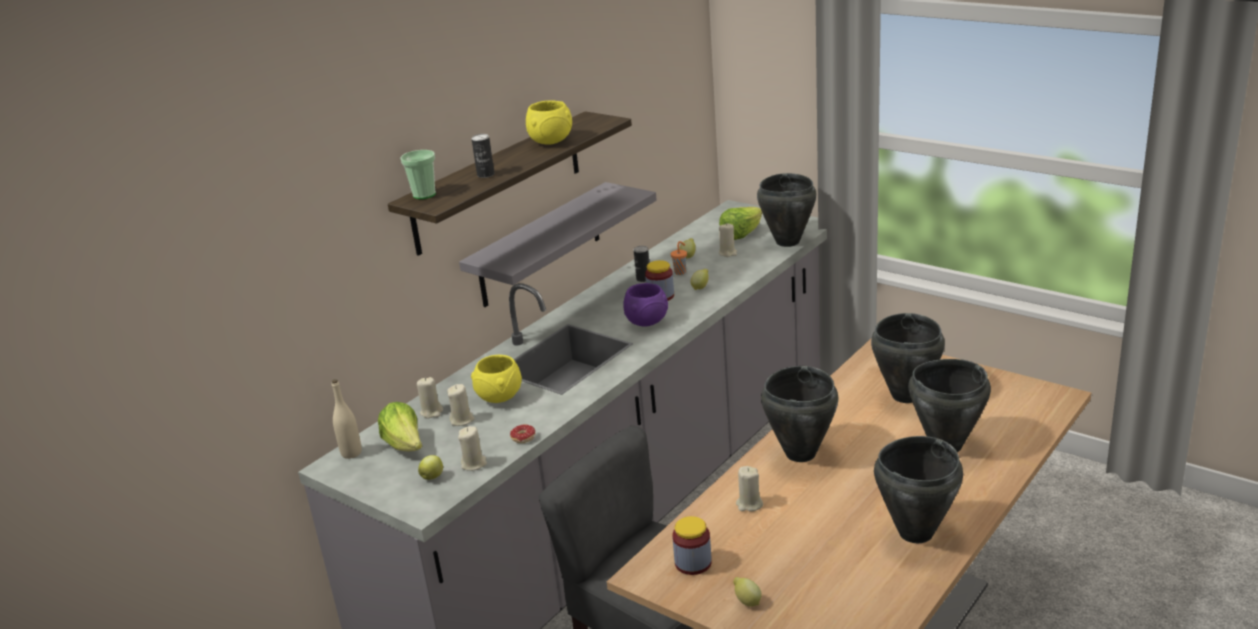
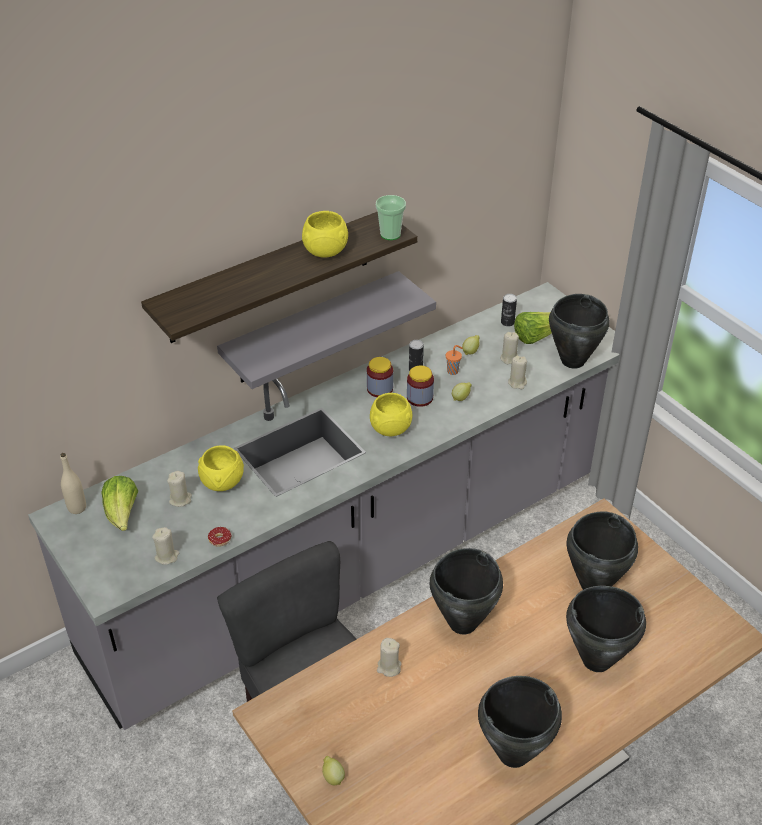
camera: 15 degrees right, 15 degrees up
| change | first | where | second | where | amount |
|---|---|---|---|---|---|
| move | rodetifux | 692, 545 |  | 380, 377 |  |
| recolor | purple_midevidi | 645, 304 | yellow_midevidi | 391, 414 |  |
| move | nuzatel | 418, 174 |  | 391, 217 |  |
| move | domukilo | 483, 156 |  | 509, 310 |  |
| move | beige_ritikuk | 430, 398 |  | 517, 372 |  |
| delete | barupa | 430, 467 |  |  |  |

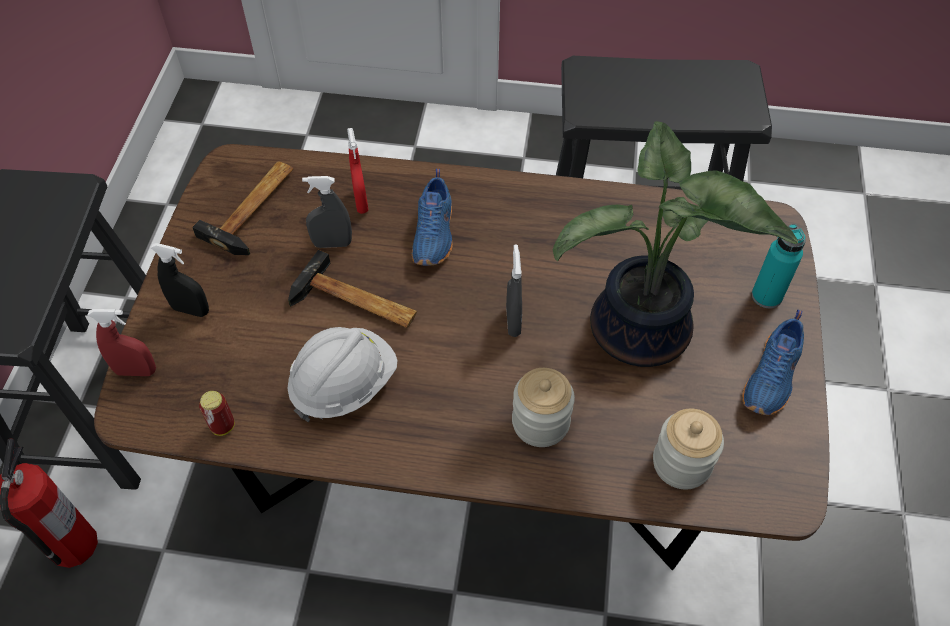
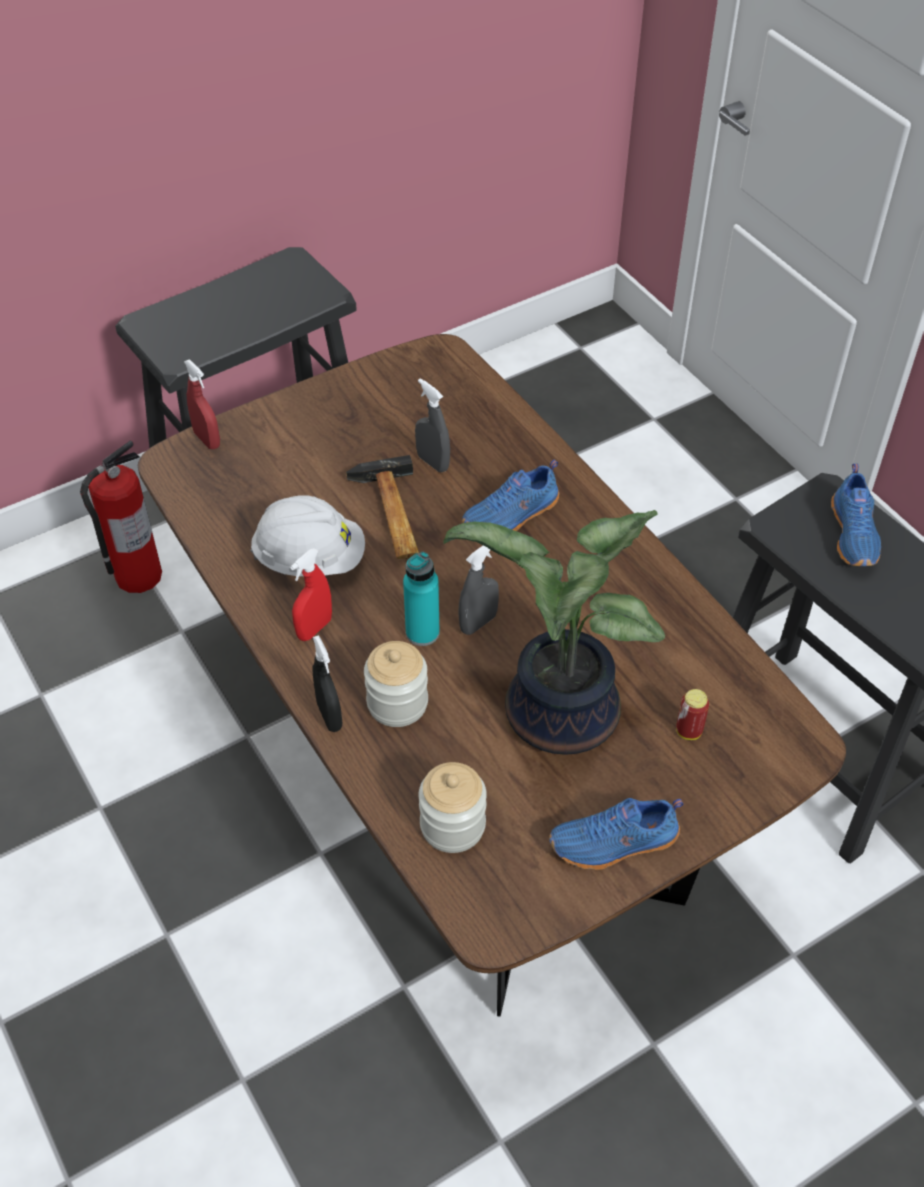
camera: 50 degrees right, 5 degrees down
| change | first | where | second | where | amount |
|---|---|---|---|---|---|
| move | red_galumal | 357, 171 |  | 311, 594 |  |
| move | black_galumal | 180, 280 |  | 327, 683 |  |
| move | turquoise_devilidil | 779, 266 |  | 421, 599 |  |
| move | domukilo | 217, 413 |  | 692, 714 |  |
| insert |  |  | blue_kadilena | 856, 515 |  |
| delete | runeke | 242, 208 |  |  |  |

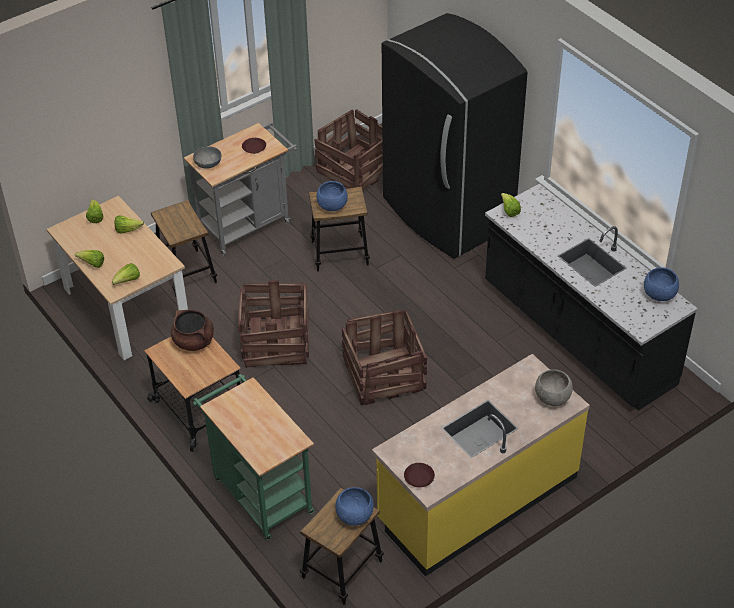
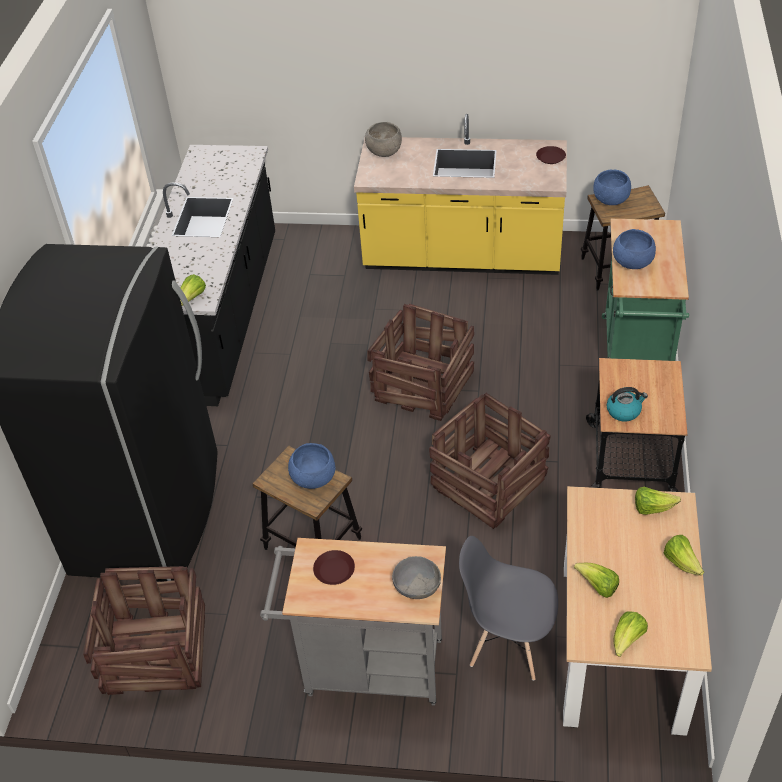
camera: 135 degrees left, 0 degrees up
| change | first | where | second | where | amount |
|---|---|---|---|---|---|
| replace | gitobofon | 184, 248 | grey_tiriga | 508, 608 |  |
| replace | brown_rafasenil | 192, 330 | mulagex | 627, 404 |  |
| move | blue_midevidi | 661, 284 |  | 634, 249 |  |

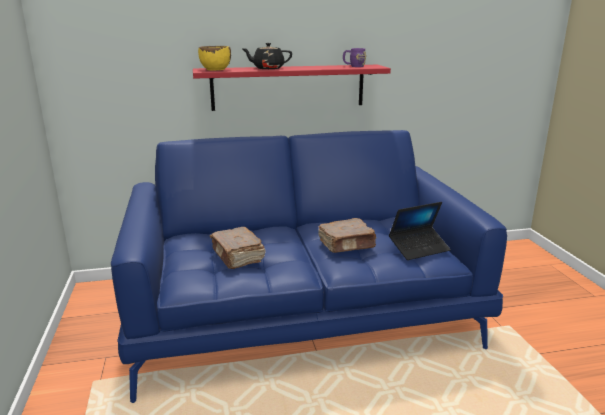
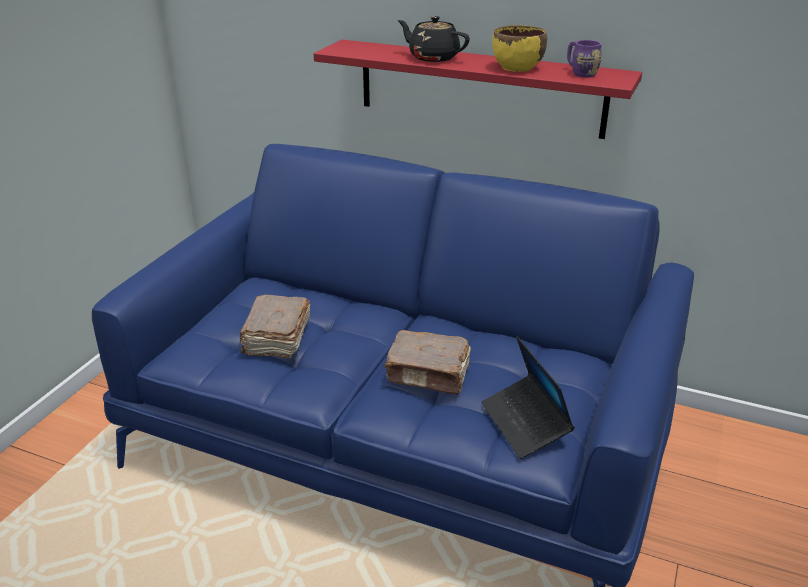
camera: 35 degrees right, 10 degrees up
| change | first | where | second | where | amount |
|---|---|---|---|---|---|
| rotate | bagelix | 420, 231 |  | 528, 397 | 60 degrees clockwise |
| move | yellow_midevidi | 214, 58 |  | 519, 48 |  |

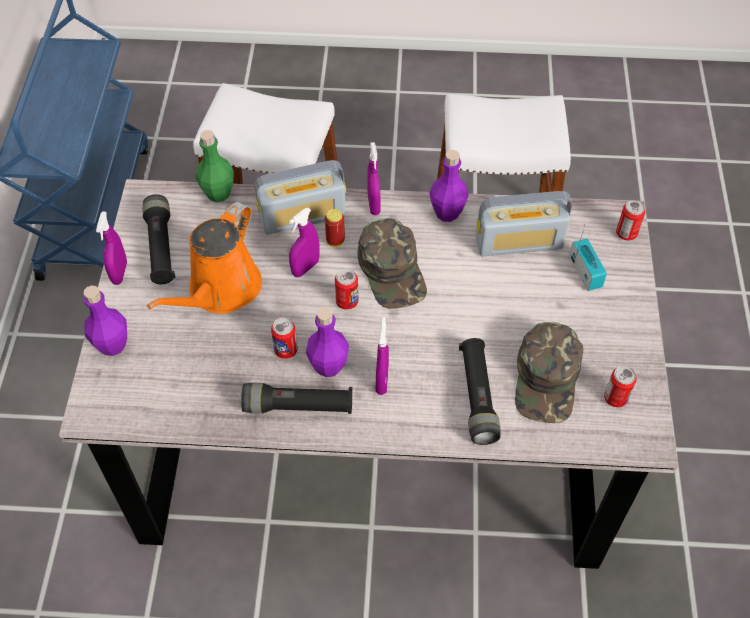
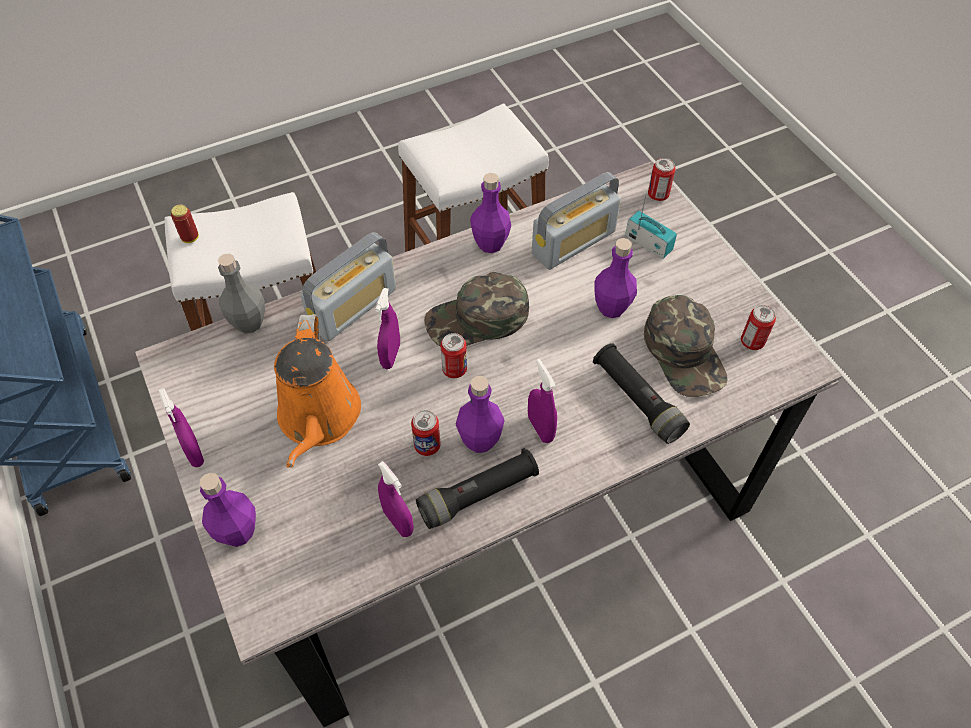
camera: 30 degrees left, 0 degrees up
| change | first | where | second | where | amount |
|---|---|---|---|---|---|
| move | domukilo | 335, 228 |  | 185, 224 |  |
| recolor | green_devilidil | 215, 166 | grey_devilidil | 241, 293 |  |
| move | purple_galumal | 374, 178 |  | 396, 499 |  |
| rotate | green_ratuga | 392, 263 |  | 476, 309 | 120 degrees clockwise |
| insert |  |  | purple_devilidil | 615, 278 |  |
| delete | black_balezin | 159, 239 |  |  |  |

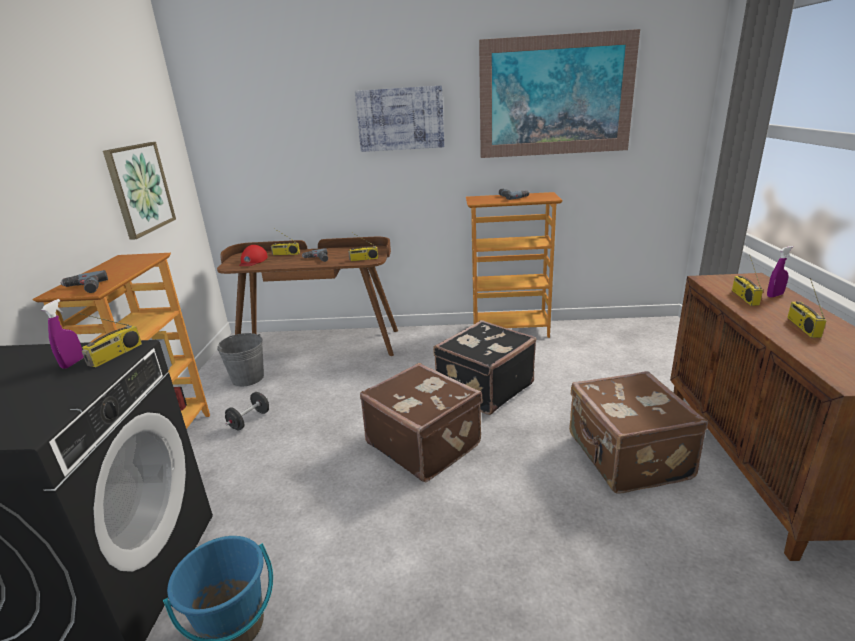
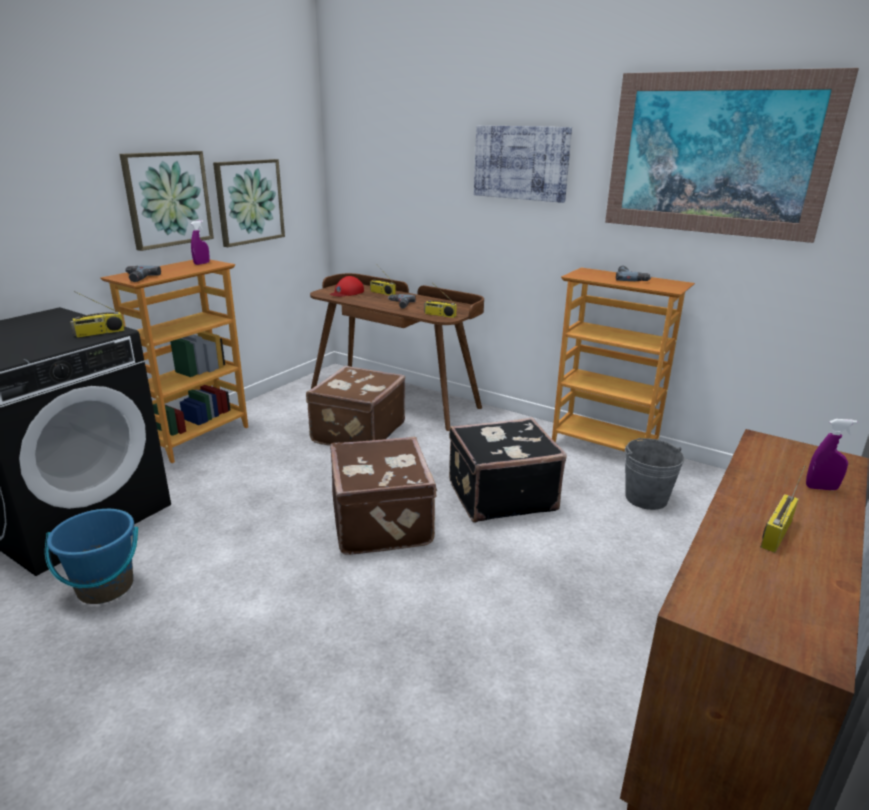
camera: 30 degrees right, 0 degrees up
| change | first | where | second | where | amount |
|---|---|---|---|---|---|
| insert |  |  | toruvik | 166, 201 |  |
| move | purple_galumal | 63, 334 |  | 200, 243 |  |
| move | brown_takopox | 638, 432 |  | 355, 406 |  |
| move | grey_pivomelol | 240, 359 |  | 655, 474 |  |
| delete | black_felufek | 247, 411 |  |  |  |
| delete | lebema | 747, 280 |  |  |  |

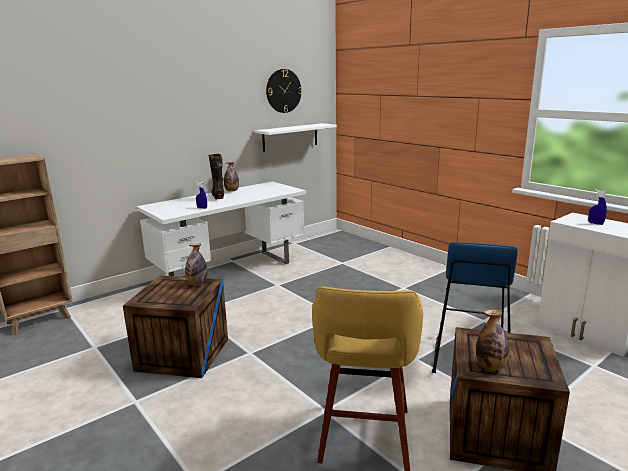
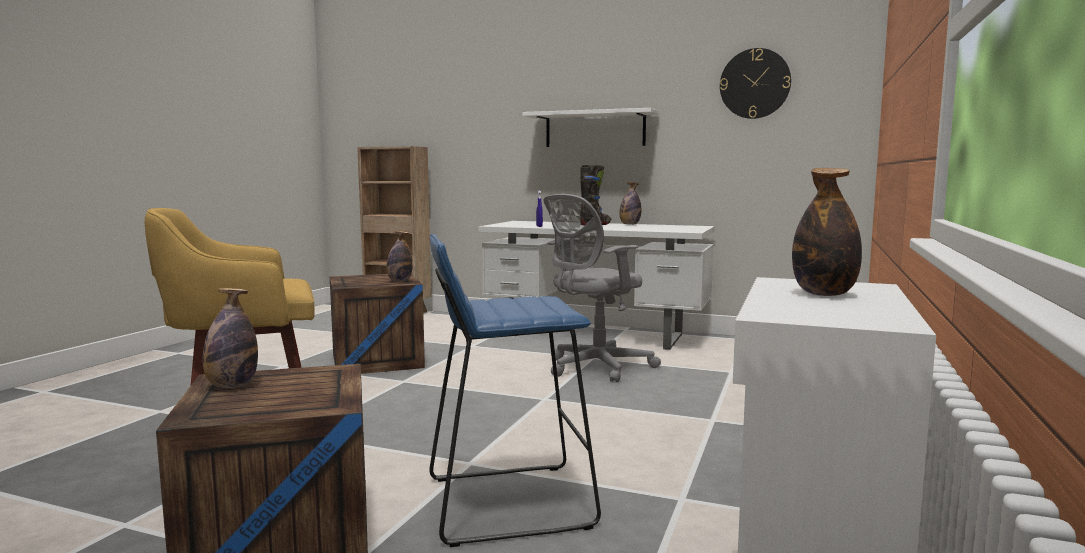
camera: 60 degrees right, 10 degrees down
| change | first | where | second | where | amount |
|---|---|---|---|---|---|
| move | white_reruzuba | 296, 137 |  | 591, 127 |  |
| insert |  |  | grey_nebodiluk | 602, 288 |  |
| replace | blue_galumal | 597, 207 | devilidil | 827, 232 |  |

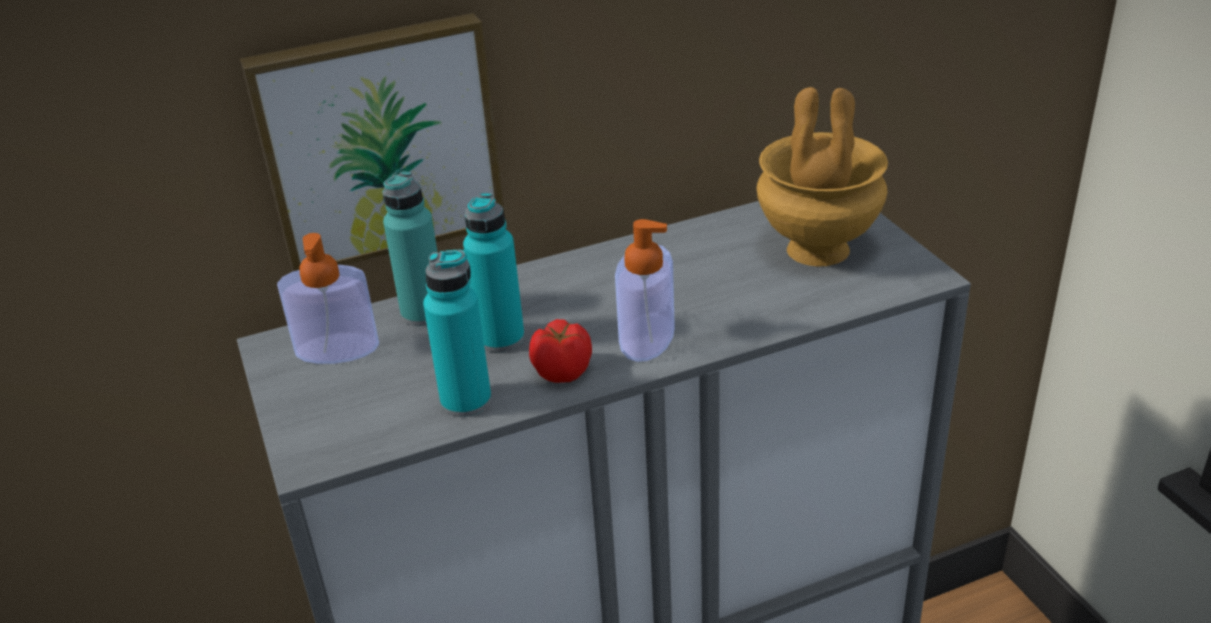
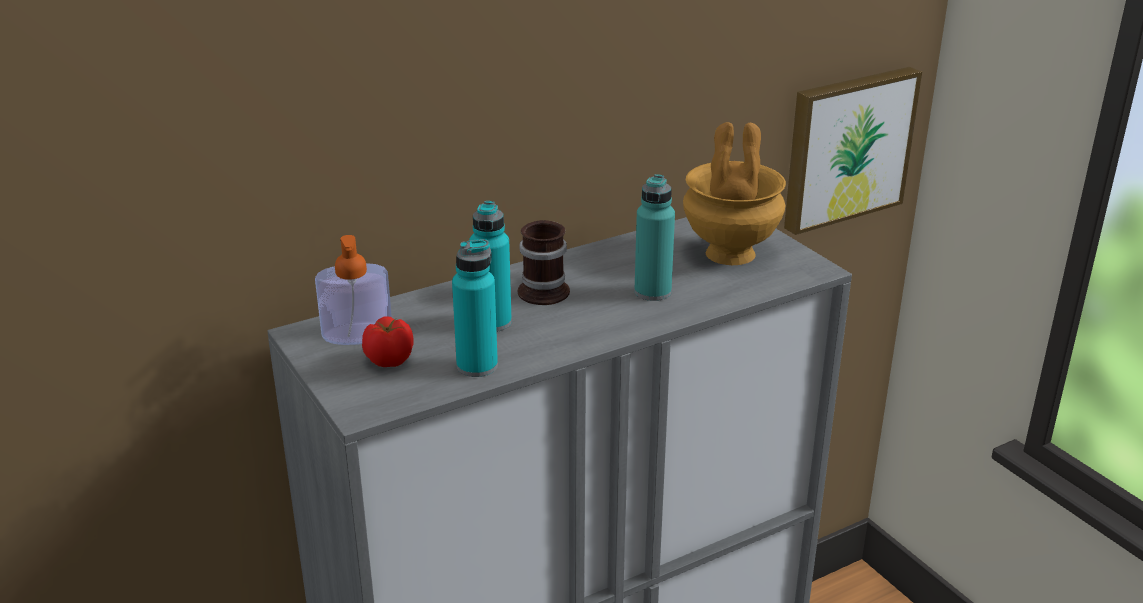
camera: 10 degrees left, 5 degrees down
| change | first | where | second | where | amount |
|---|---|---|---|---|---|
| move | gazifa | 560, 351 |  | 388, 341 |  |
| insert |  |  | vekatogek | 544, 262 |  |
| move | turquoise_devilidil | 410, 248 |  | 654, 237 |  |
| move | toruvik | 372, 142 |  | 853, 151 |  |
| delete | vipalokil | 645, 290 |  |  |  |

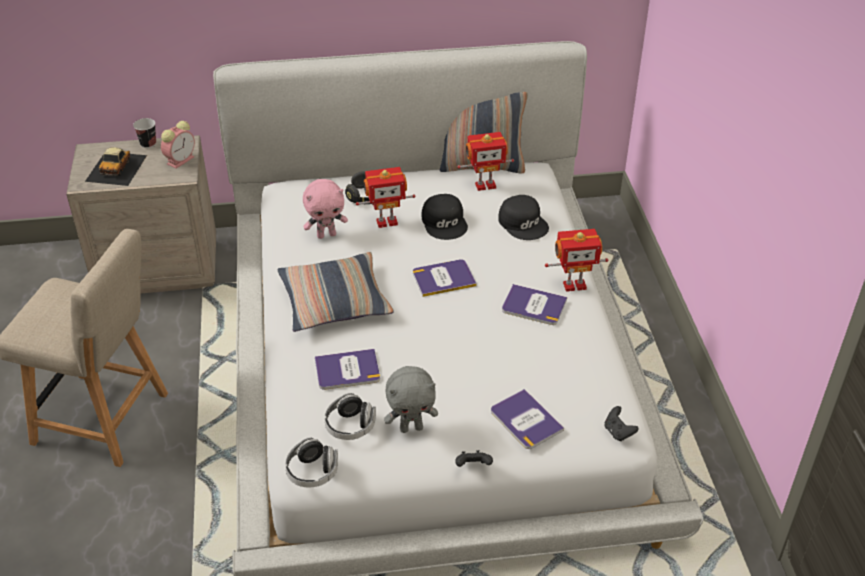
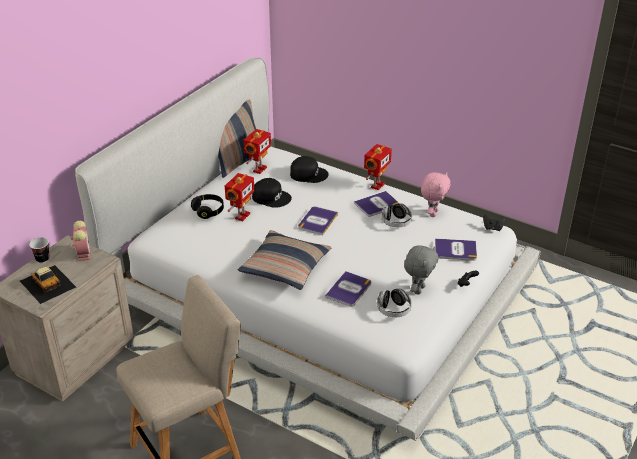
camera: 50 degrees left, 5 degrees down
| change | first | where | second | where | amount |
|---|---|---|---|---|---|
| move | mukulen | 311, 462 |  | 397, 215 |  |
| move | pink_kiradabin | 325, 209 |  | 436, 194 |  |

